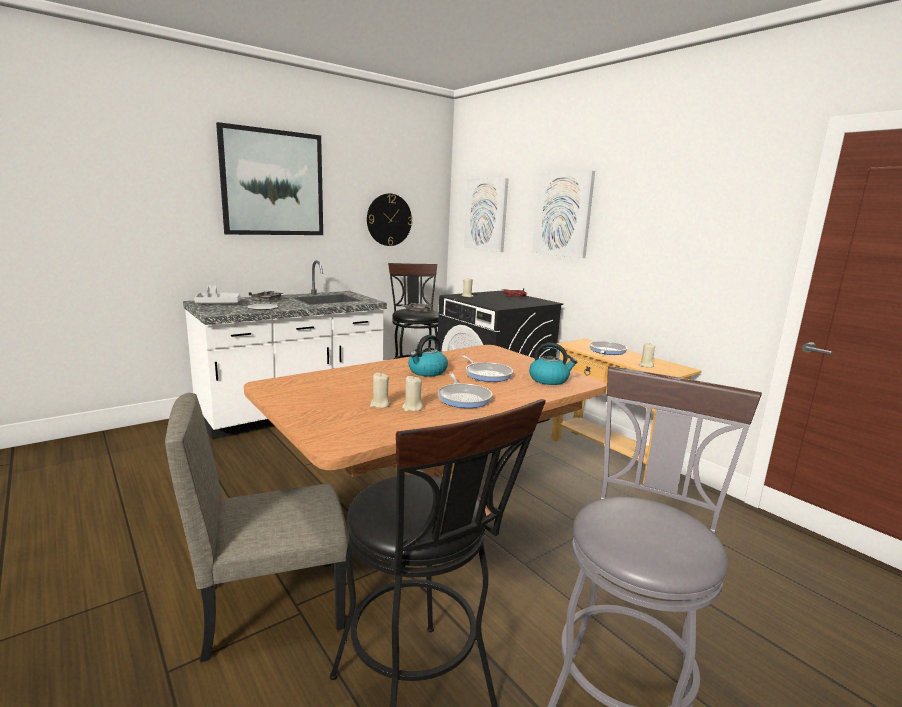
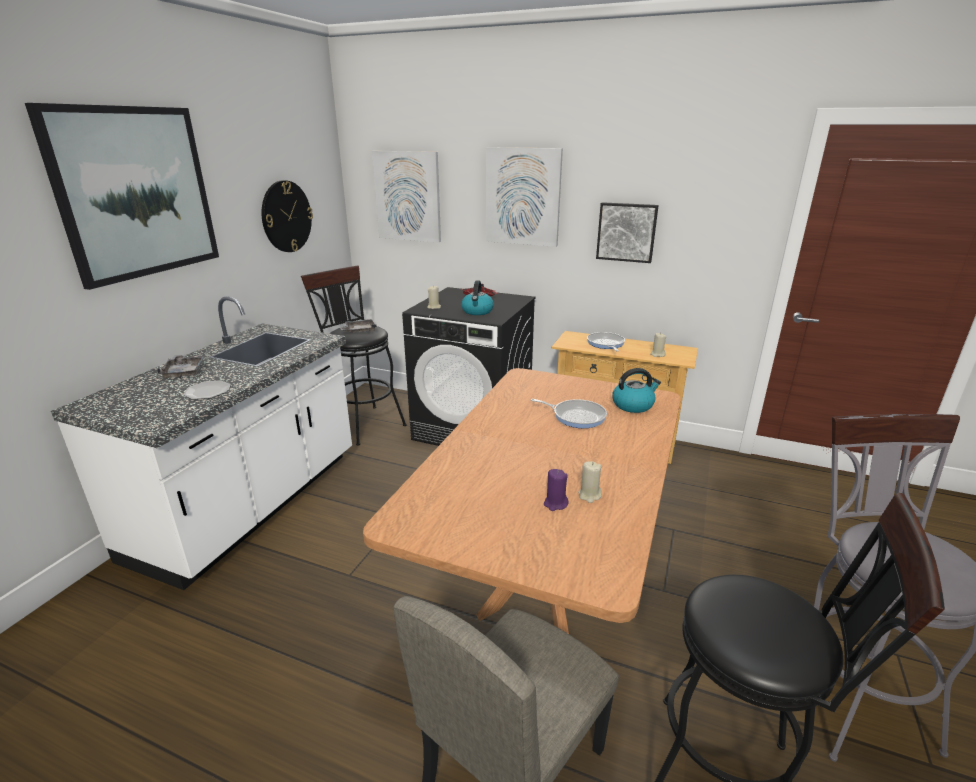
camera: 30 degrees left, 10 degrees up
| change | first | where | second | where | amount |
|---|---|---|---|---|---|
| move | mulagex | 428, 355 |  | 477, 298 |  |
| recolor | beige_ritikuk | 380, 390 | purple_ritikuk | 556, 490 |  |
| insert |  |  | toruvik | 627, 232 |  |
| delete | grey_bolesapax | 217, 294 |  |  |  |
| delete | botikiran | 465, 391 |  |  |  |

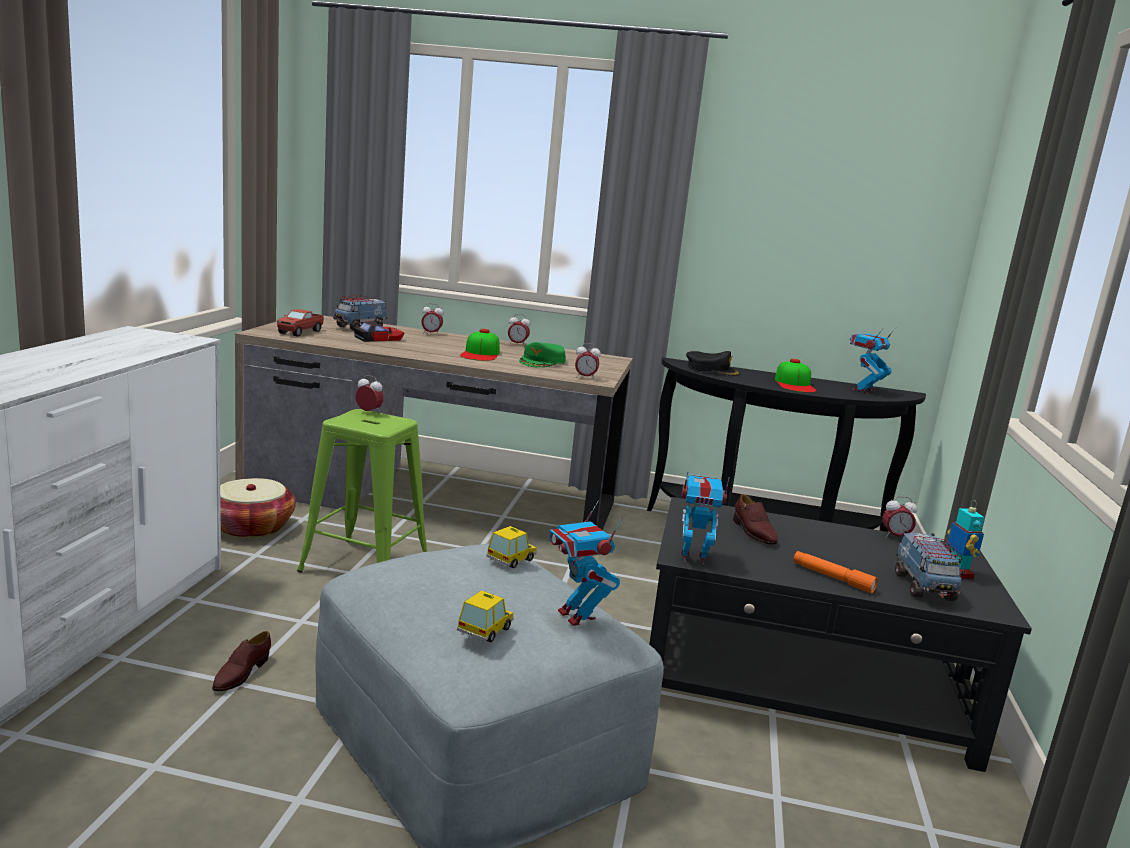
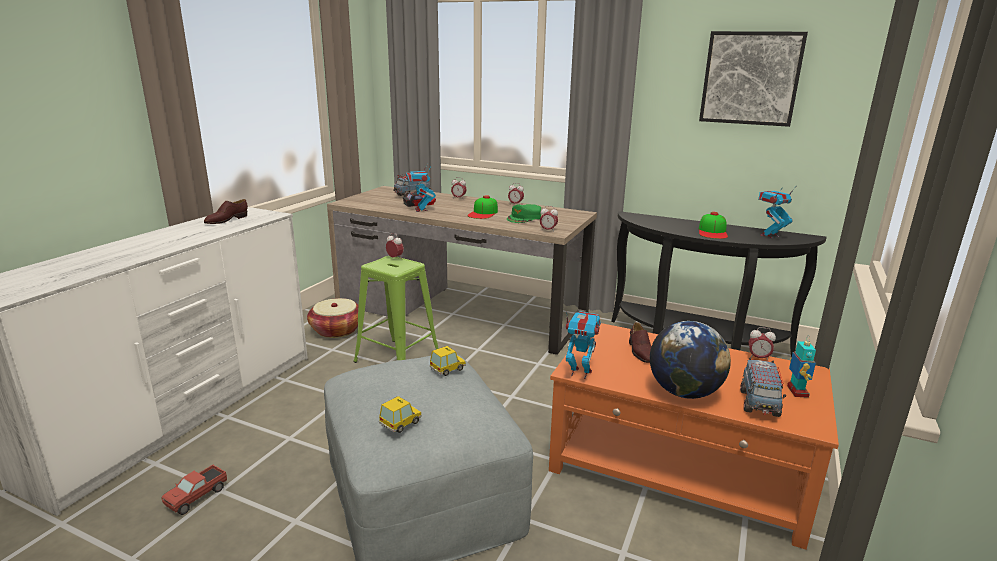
camera: 15 degrees right, 5 degrees up
| change | first | where | second | where | amount |
|---|---|---|---|---|---|
| move | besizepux | 300, 323 |  | 194, 490 |  |
| move | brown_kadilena | 241, 661 |  | 226, 211 |  |
| move | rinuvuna | 586, 563 |  | 421, 189 |  |
| recolor | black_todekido | 840, 634 | orange_todekido | 694, 436 |  |
| replace | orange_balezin | 835, 572 | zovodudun | 690, 360 |  |
| insert |  |  | toruvik | 753, 79 |  |
| delete | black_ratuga | 713, 363 |  |  |  |

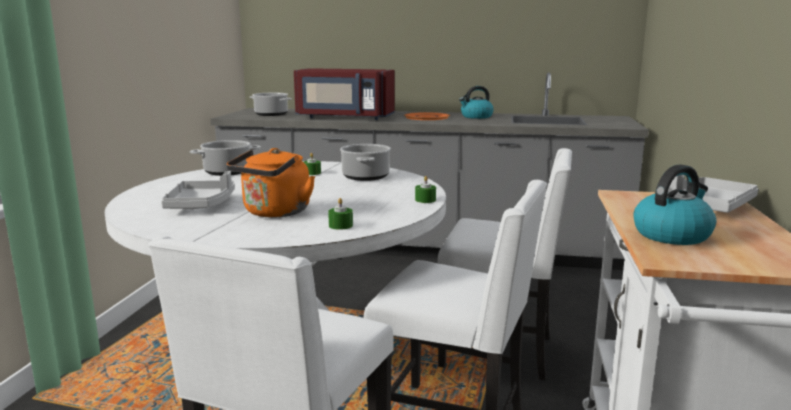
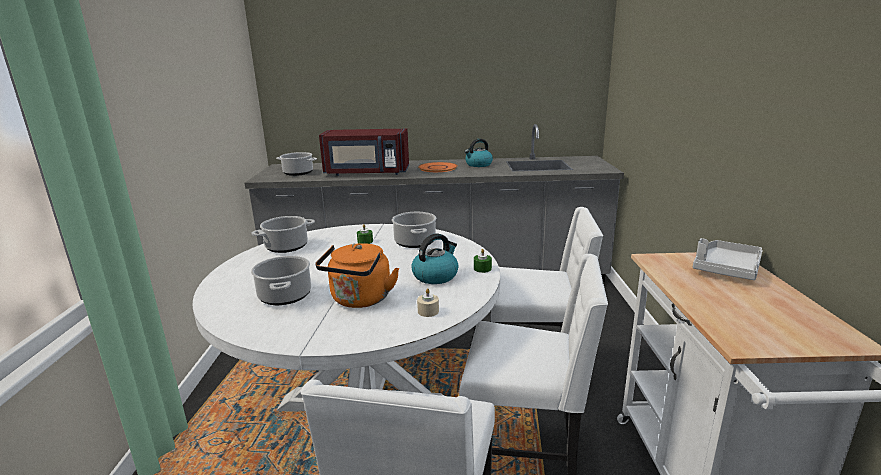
camera: 10 degrees left, 5 degrees up
| change | first | where | second | where | amount |
|---|---|---|---|---|---|
| replace | grey_bolesapax | 198, 190 | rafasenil | 281, 280 |  |
| move | mulagex | 674, 204 |  | 435, 258 |  |
| recolor | green_ritikuk | 340, 214 | beige_ritikuk | 428, 302 |  |

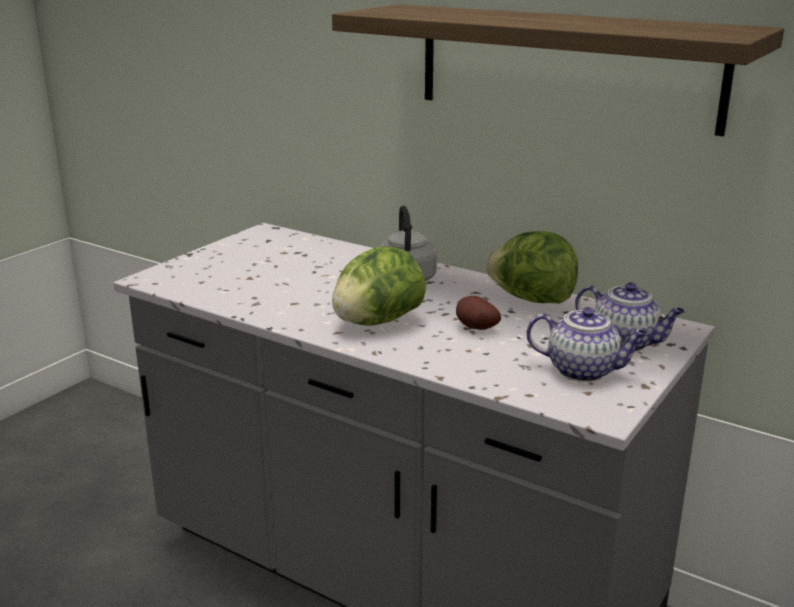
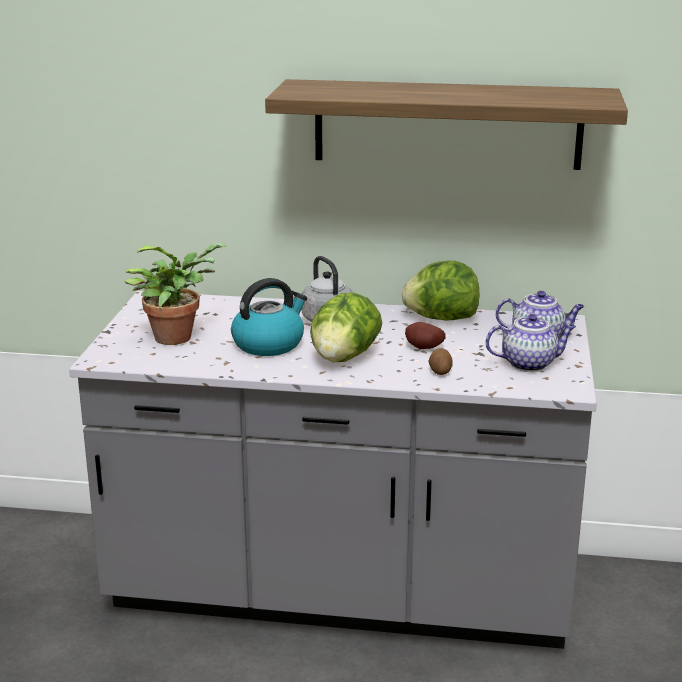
camera: 25 degrees left, 0 degrees up
| change | first | where | second | where | amount |
|---|---|---|---|---|---|
| insert |  |  | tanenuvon | 176, 294 |  |
| insert |  |  | mulagex | 269, 317 |  |
| insert |  |  | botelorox | 441, 361 |  |

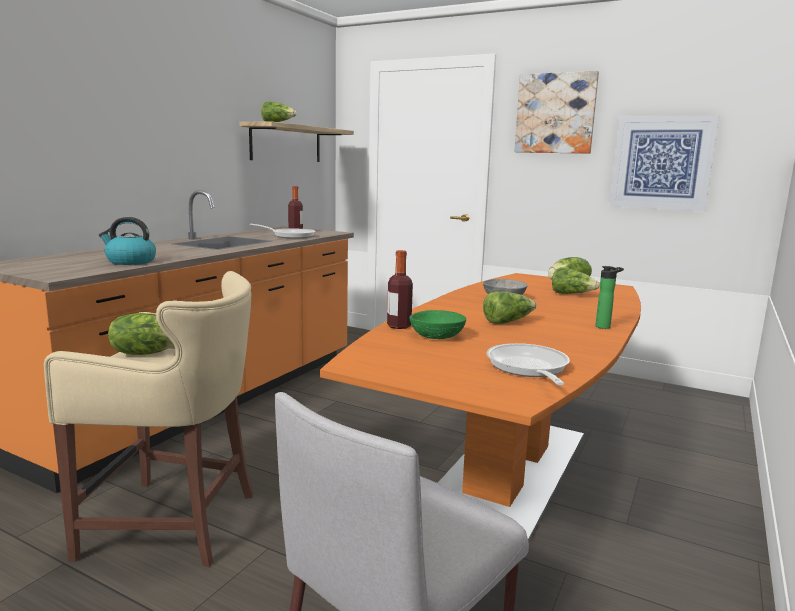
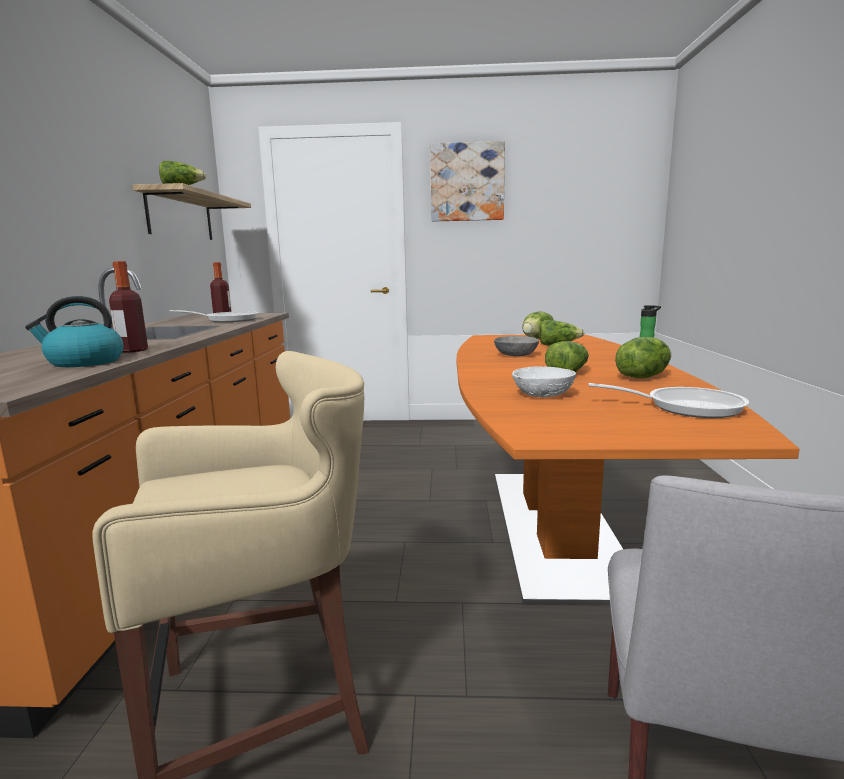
camera: 25 degrees left, 0 degrees up
| change | first | where | second | where | amount |
|---|---|---|---|---|---|
| move | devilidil | 400, 289 |  | 128, 307 |  |
| recolor | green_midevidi | 438, 324 | white_midevidi | 544, 381 |  |
| rotate | botikiran | 528, 364 |  | 668, 400 | 135 degrees clockwise |
| move | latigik | 141, 334 |  | 643, 357 |  |
| delete | toruvik | 664, 163 |  |  |  |

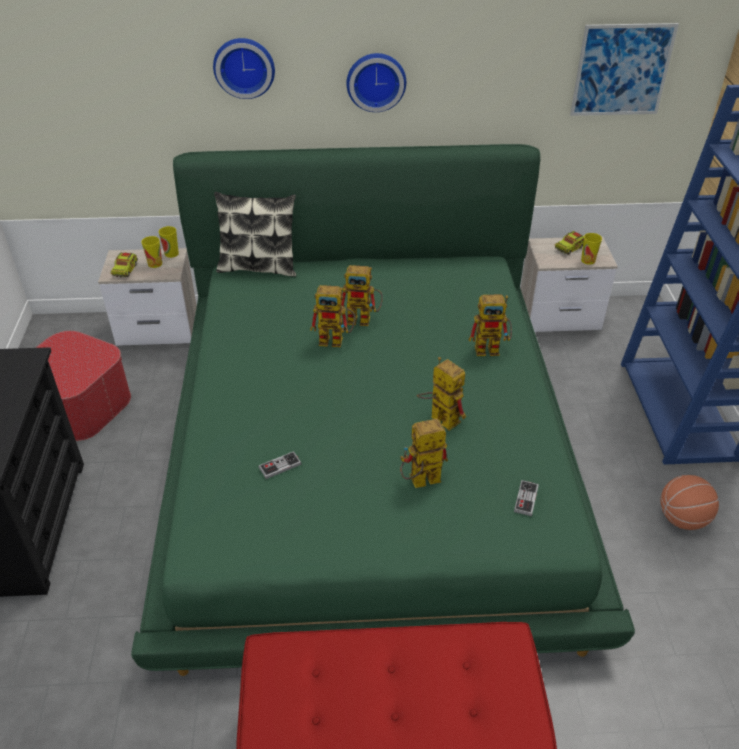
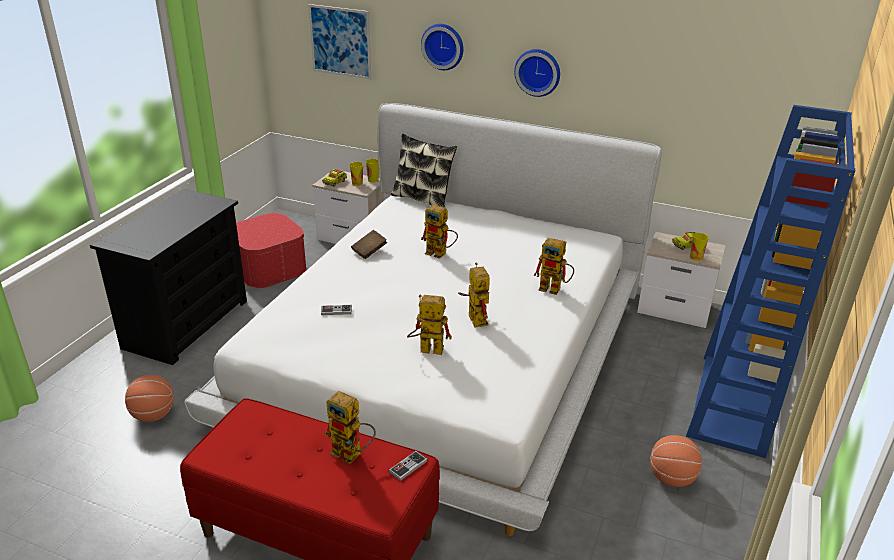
camera: 25 degrees right, 10 degrees down
| change | first | where | second | where | amount |
|---|---|---|---|---|---|
| insert |  |  | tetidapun | 149, 398 |  |
| recolor | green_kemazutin | 383, 410 | white_kemazutin | 423, 319 |  |
| move | toruvik | 624, 69 |  | 339, 42 |  |
| move | rinuvuna | 362, 295 |  | 350, 427 |  |
| insert |  |  | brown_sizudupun | 369, 244 |  |
| move | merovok | 526, 498 |  | 408, 466 |  |

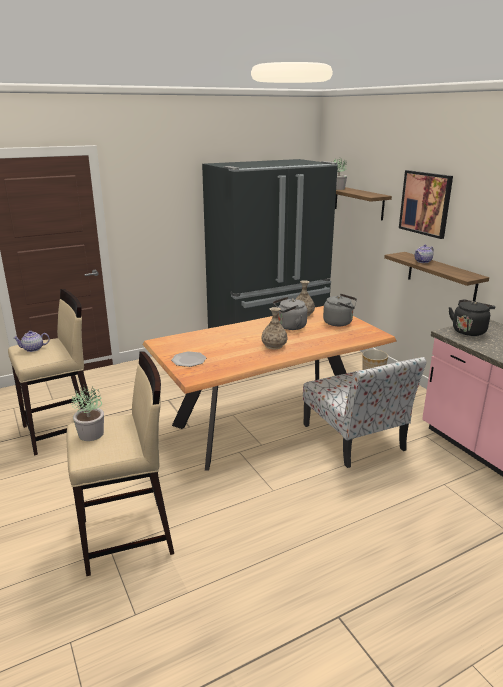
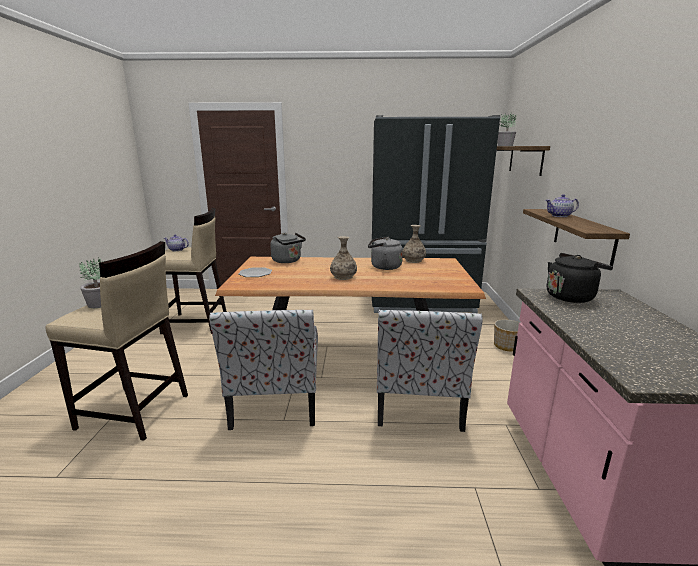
camera: 30 degrees right, 5 degrees down
| change | first | where | second | where | amount |
|---|---|---|---|---|---|
| insert |  |  | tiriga | 263, 370 |  |
| move | grey_mulagex | 340, 310 |  | 288, 248 |  |
| delete | toruvik | 426, 204 |  |  |  |

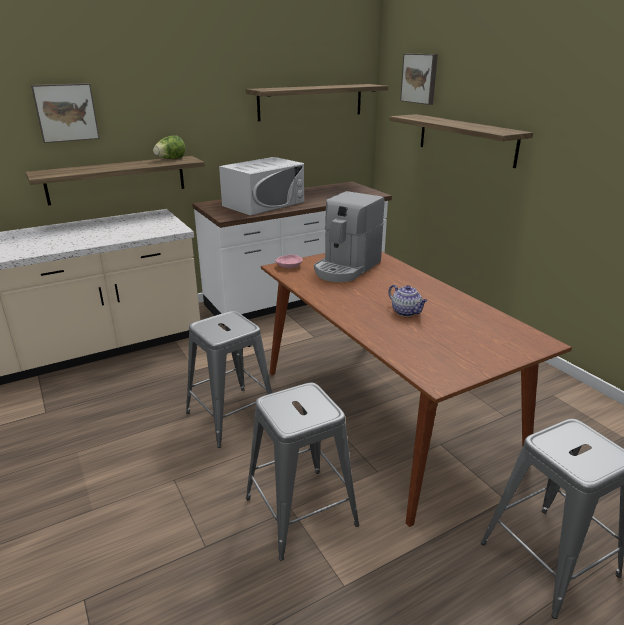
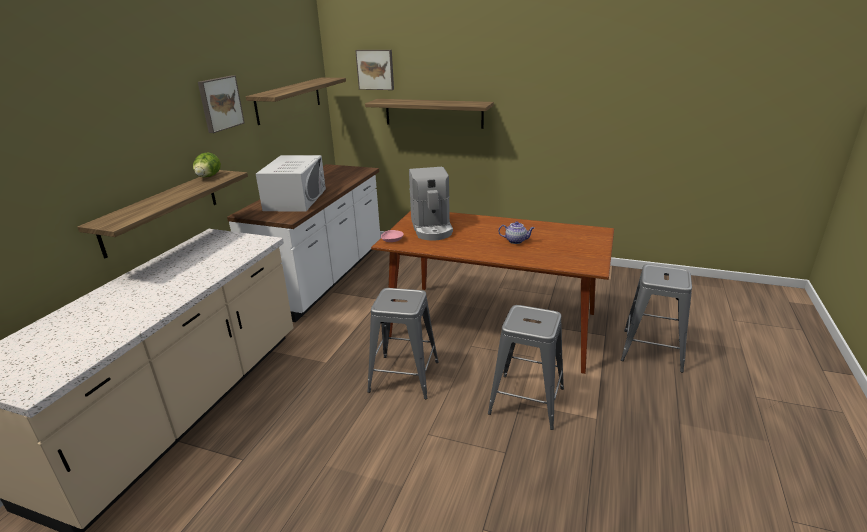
camera: 40 degrees left, 0 degrees up
| change | first | where | second | where | amount |
|---|---|---|---|---|---|
| move | toruvik | 65, 113 |  | 221, 104 |  |

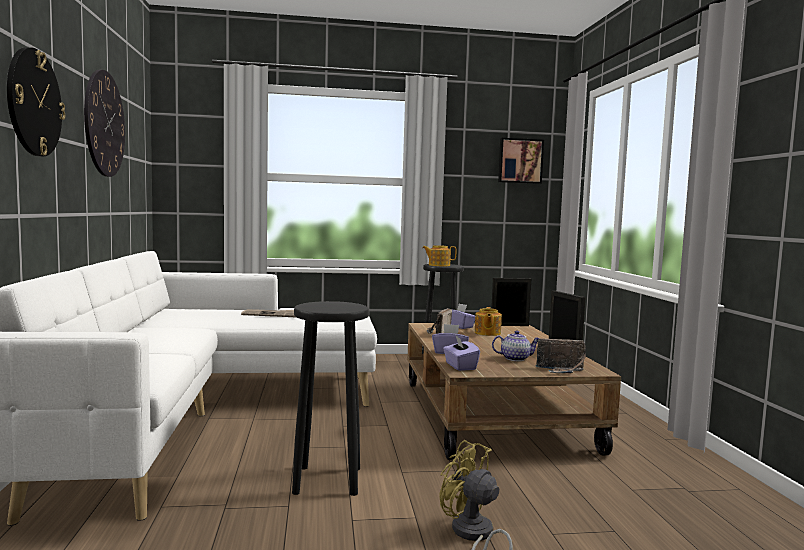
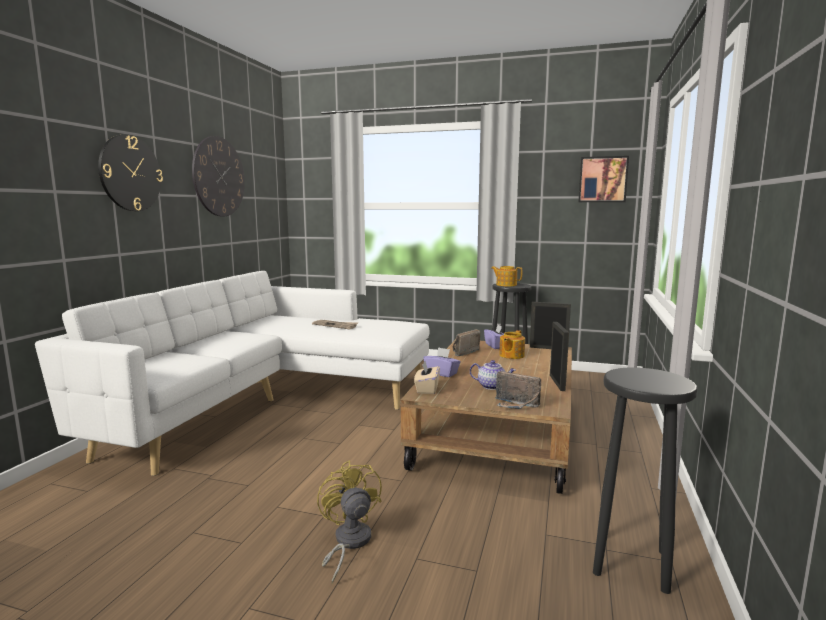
camera: 25 degrees right, 5 degrees up
| change | first | where | second | where | amount |
|---|---|---|---|---|---|
| recolor | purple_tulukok | 461, 353 | beige_tulukok | 427, 377 |  |
| move | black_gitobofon | 330, 398 |  | 645, 480 |  |

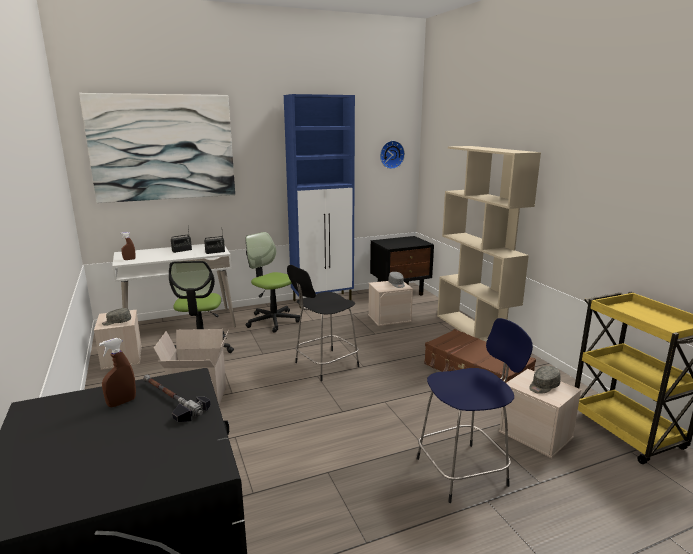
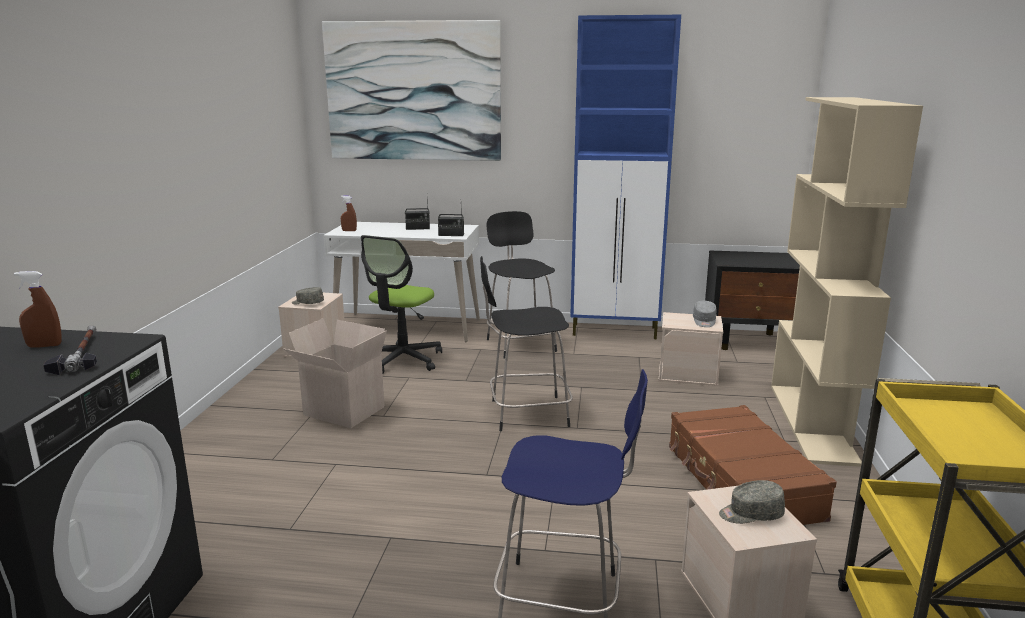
camera: 30 degrees right, 0 degrees up
| change | first | where | second | where | amount |
|---|---|---|---|---|---|
| replace | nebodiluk | 272, 282 | black_gitobofon | 522, 285 |  |
| delete | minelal | 392, 155 |  |  |  |

